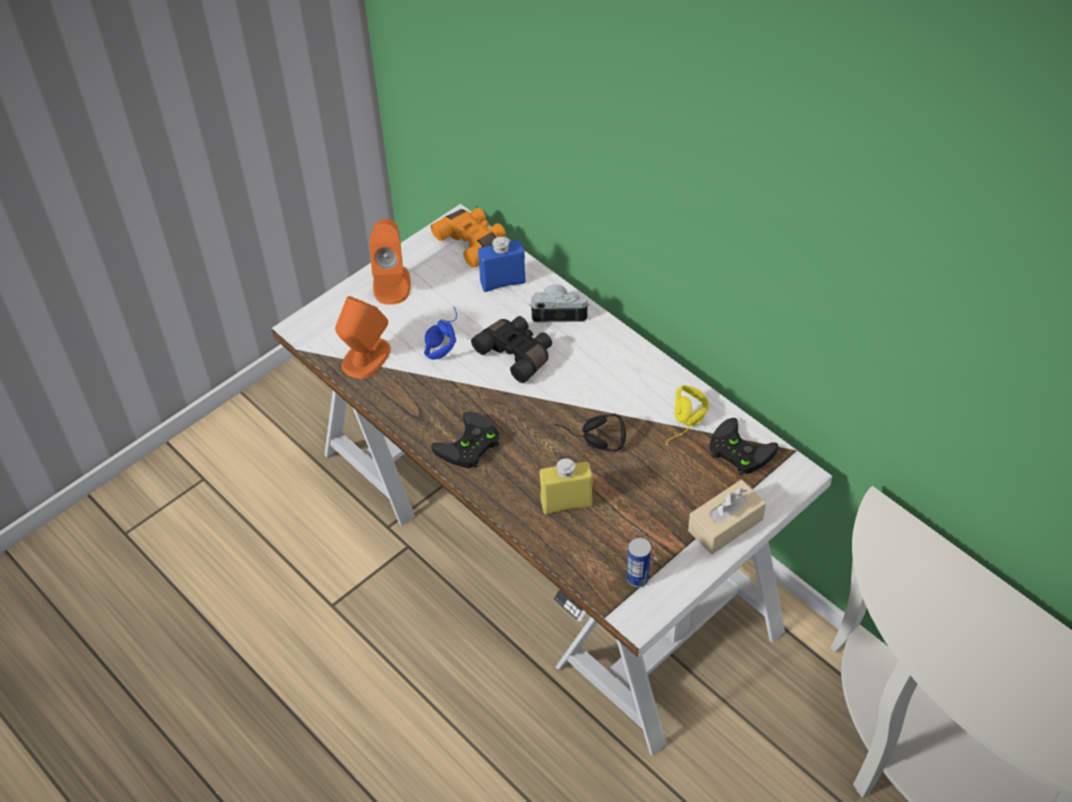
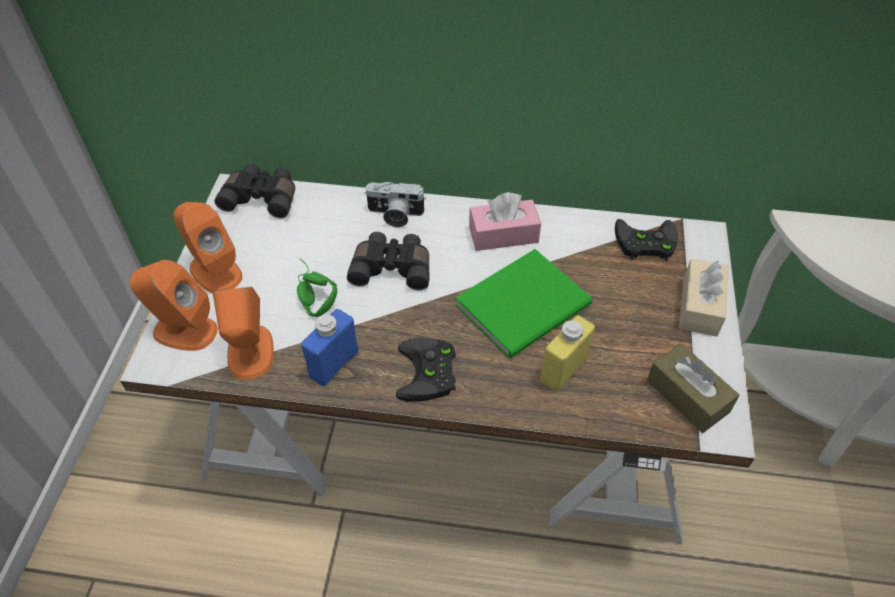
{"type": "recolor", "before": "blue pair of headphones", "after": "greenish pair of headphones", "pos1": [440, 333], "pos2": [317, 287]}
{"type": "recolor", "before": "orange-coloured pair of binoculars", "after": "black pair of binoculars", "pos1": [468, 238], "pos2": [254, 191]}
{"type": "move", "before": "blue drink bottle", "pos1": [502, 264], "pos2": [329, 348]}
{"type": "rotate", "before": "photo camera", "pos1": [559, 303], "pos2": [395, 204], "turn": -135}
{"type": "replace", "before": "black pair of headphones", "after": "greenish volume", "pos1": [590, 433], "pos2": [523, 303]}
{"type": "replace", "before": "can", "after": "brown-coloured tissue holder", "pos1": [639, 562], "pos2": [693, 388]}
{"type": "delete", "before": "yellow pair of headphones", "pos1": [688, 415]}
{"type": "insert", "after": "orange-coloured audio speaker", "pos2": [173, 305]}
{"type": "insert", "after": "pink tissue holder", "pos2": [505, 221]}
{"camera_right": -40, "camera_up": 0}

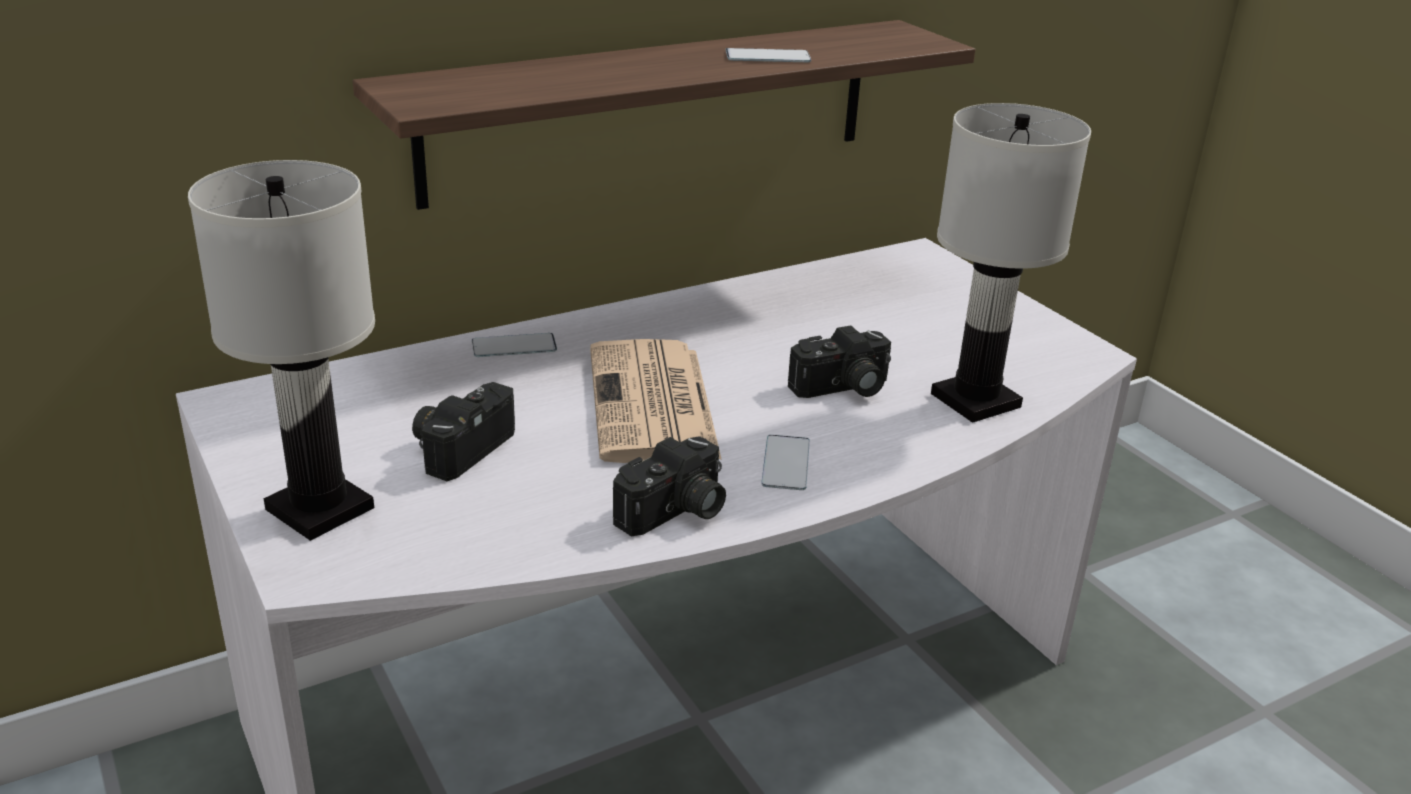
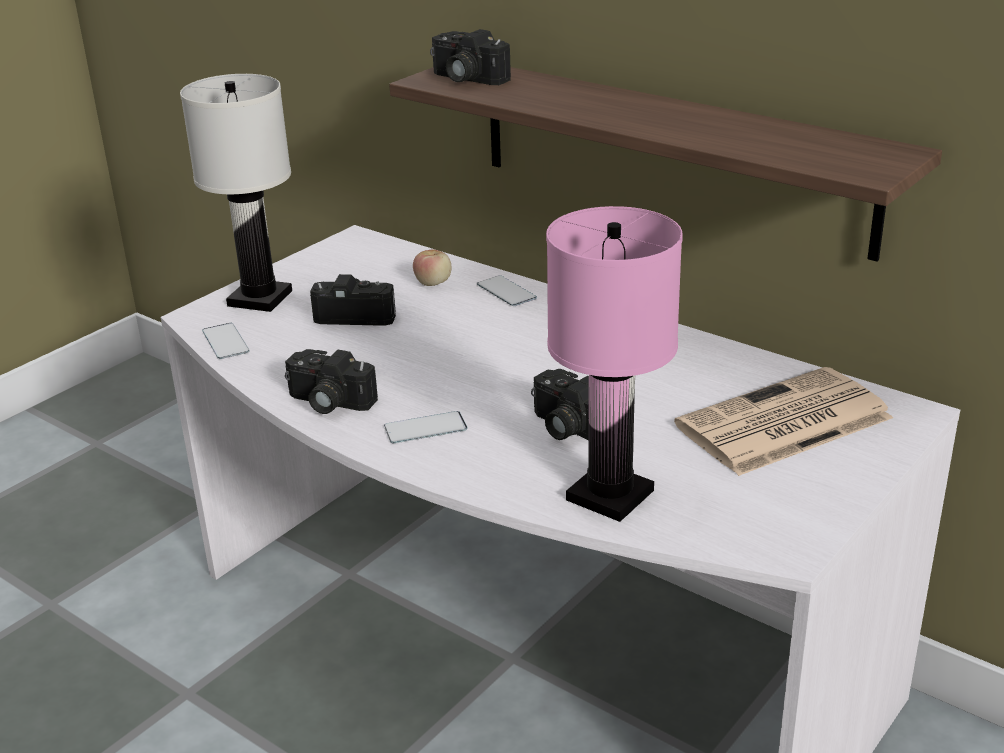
{"type": "move", "before": "newspaper", "pos1": [656, 401], "pos2": [783, 421]}
{"type": "move", "before": "telephone", "pos1": [768, 55], "pos2": [226, 341]}
{"type": "recolor", "before": "white-coloured lamp for a table", "after": "pink lamp for a table", "pos1": [1011, 263], "pos2": [614, 364]}
{"type": "insert", "after": "whole apple", "pos2": [432, 267]}
{"type": "insert", "after": "photo camera", "pos2": [470, 57]}
{"camera_right": 70, "camera_up": 0}

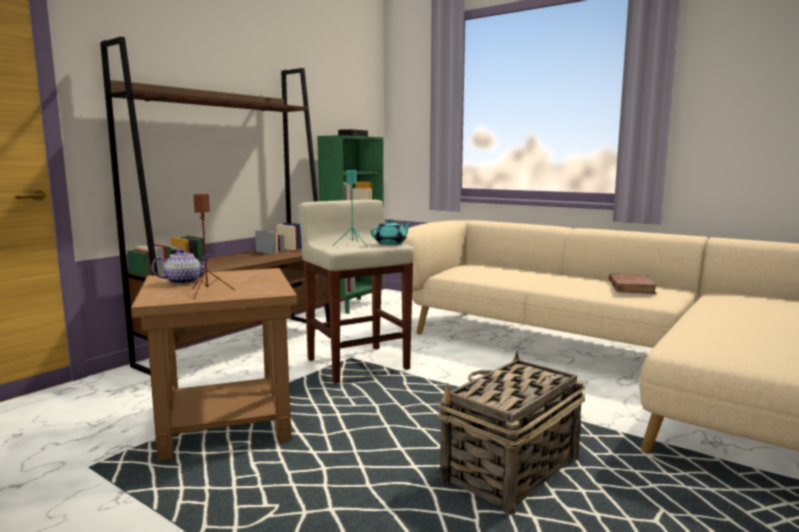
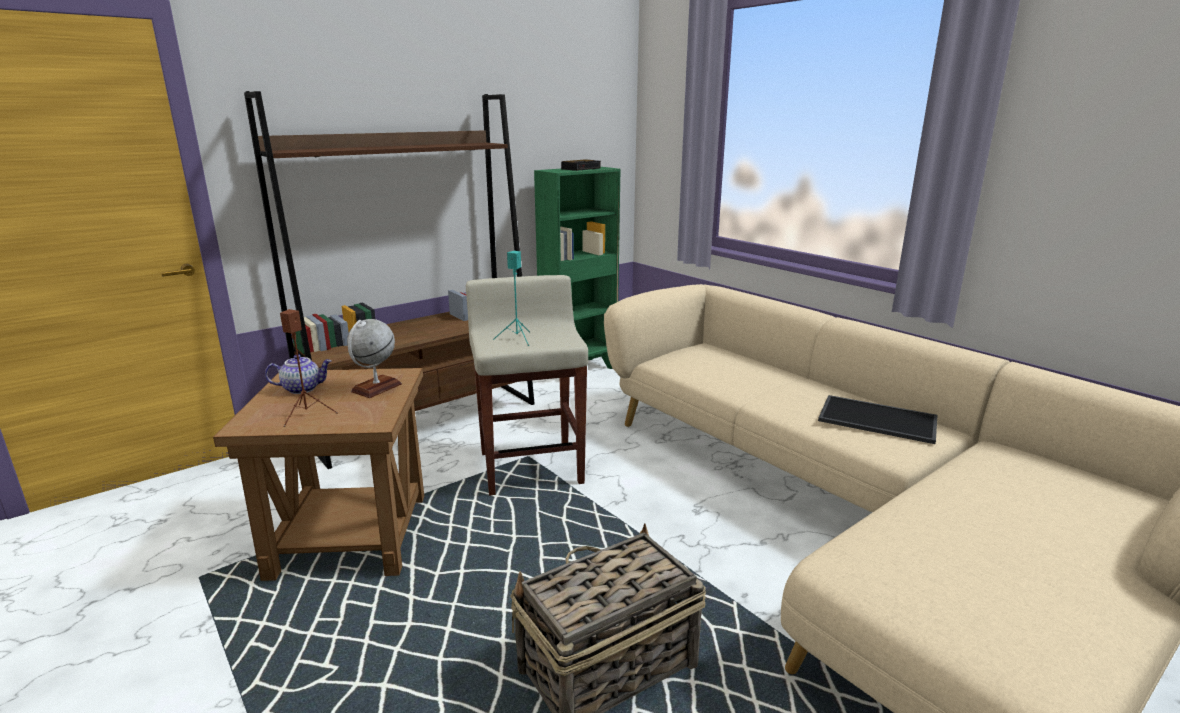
{"type": "delete", "before": "blue-green teapot", "pos1": [391, 232]}
{"type": "replace", "before": "brown-coloured volume", "after": "tray", "pos1": [633, 283], "pos2": [877, 419]}
{"type": "insert", "after": "world globe", "pos2": [374, 358]}
{"camera_right": 15, "camera_up": 10}

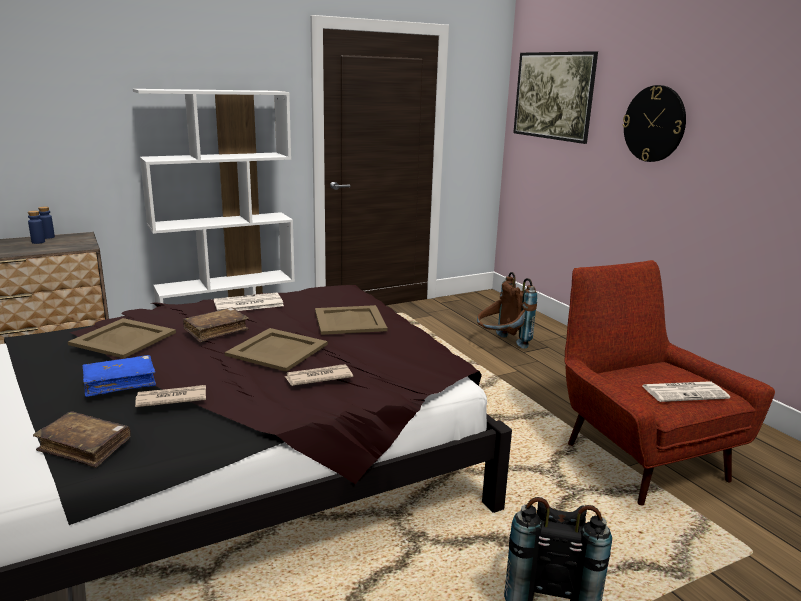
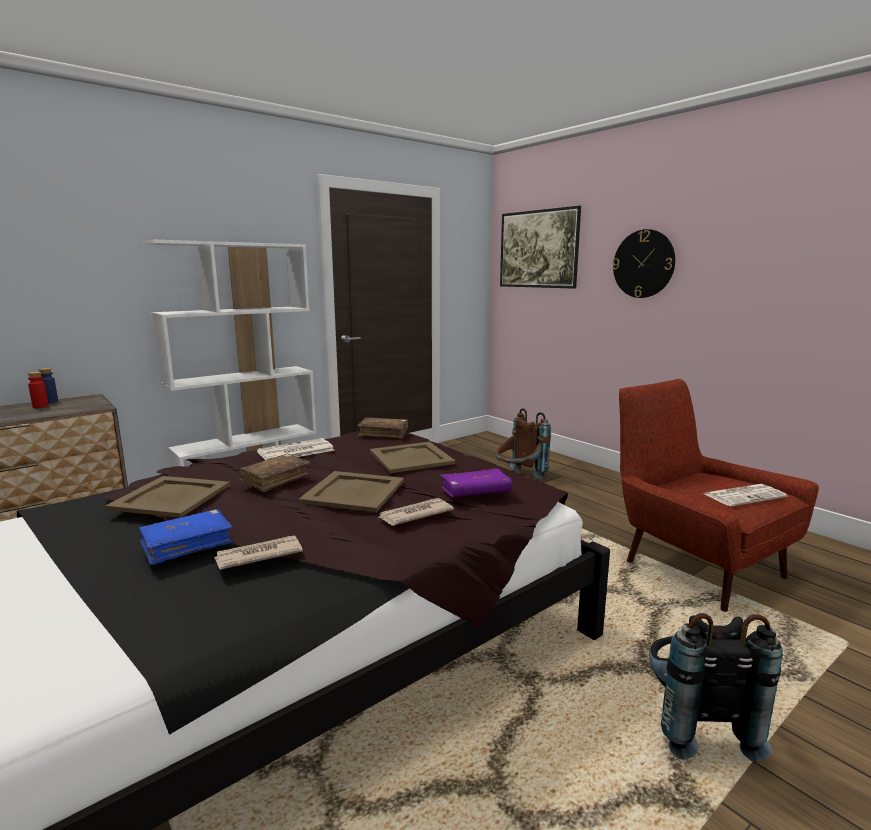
{"type": "recolor", "before": "blue drink bottle", "after": "red-coloured drink bottle", "pos1": [36, 227], "pos2": [38, 390]}
{"type": "move", "before": "brown-coloured volume", "pos1": [82, 439], "pos2": [382, 428]}
{"type": "insert", "after": "purple-coloured volume", "pos2": [476, 482]}
{"camera_right": -10, "camera_up": -5}

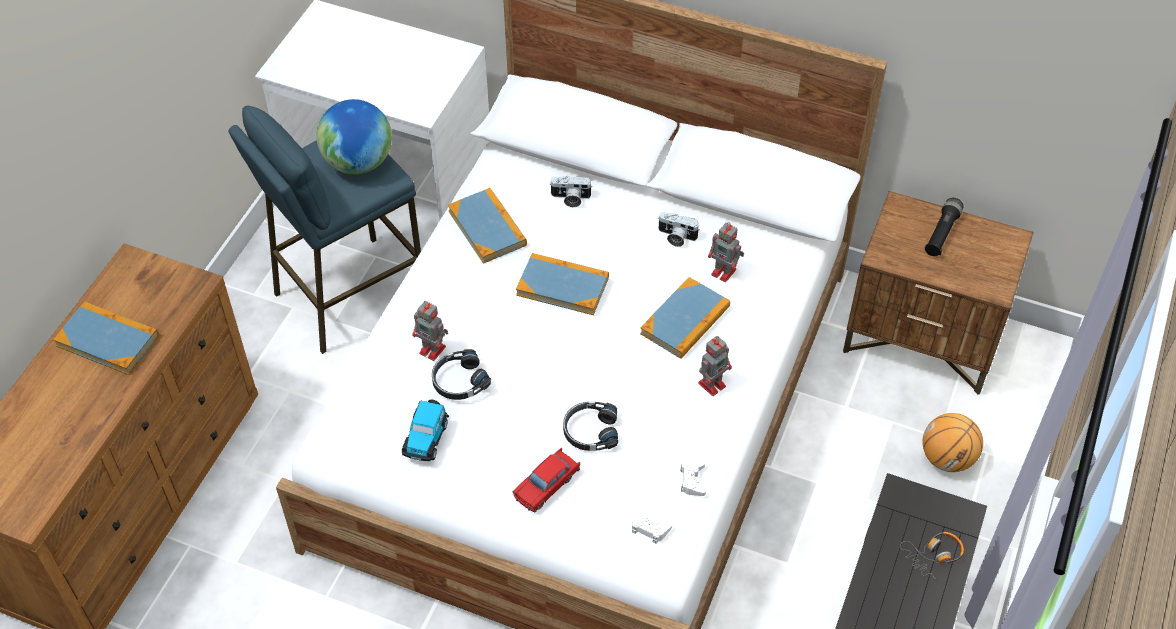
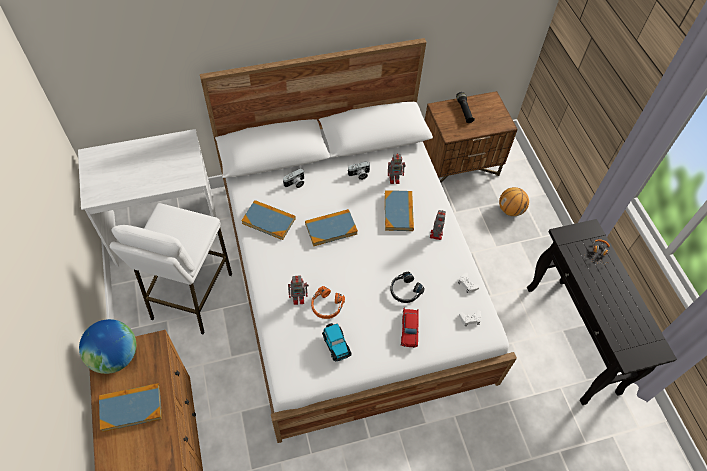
{"type": "recolor", "before": "blue stool seat", "after": "white-coloured stool seat", "pos1": [325, 230], "pos2": [171, 269]}
{"type": "move", "before": "world globe", "pos1": [354, 136], "pos2": [107, 346]}
{"type": "recolor", "before": "black pair of headphones", "after": "orange-coloured pair of headphones", "pos1": [461, 374], "pos2": [328, 302]}
{"camera_right": -40, "camera_up": 5}

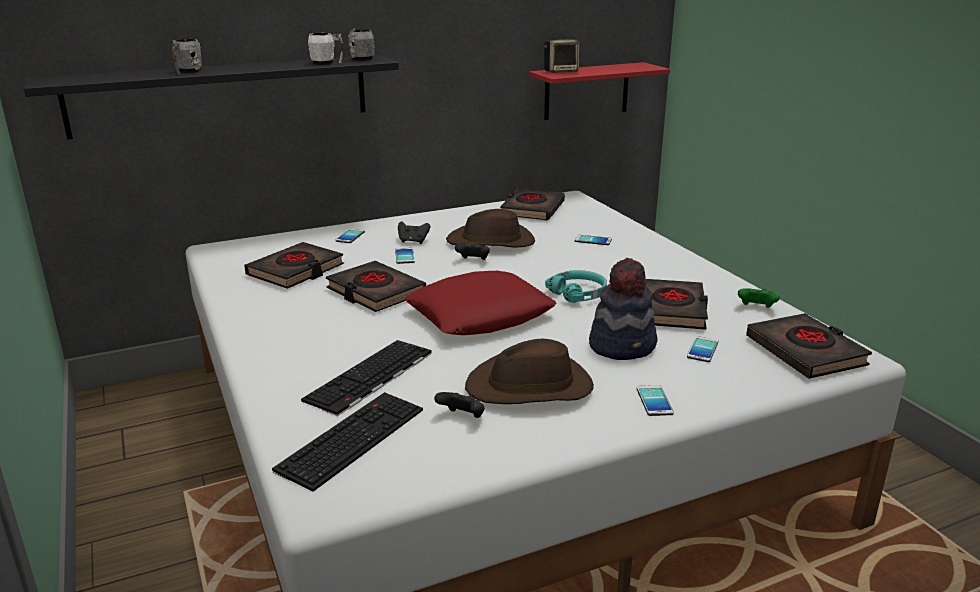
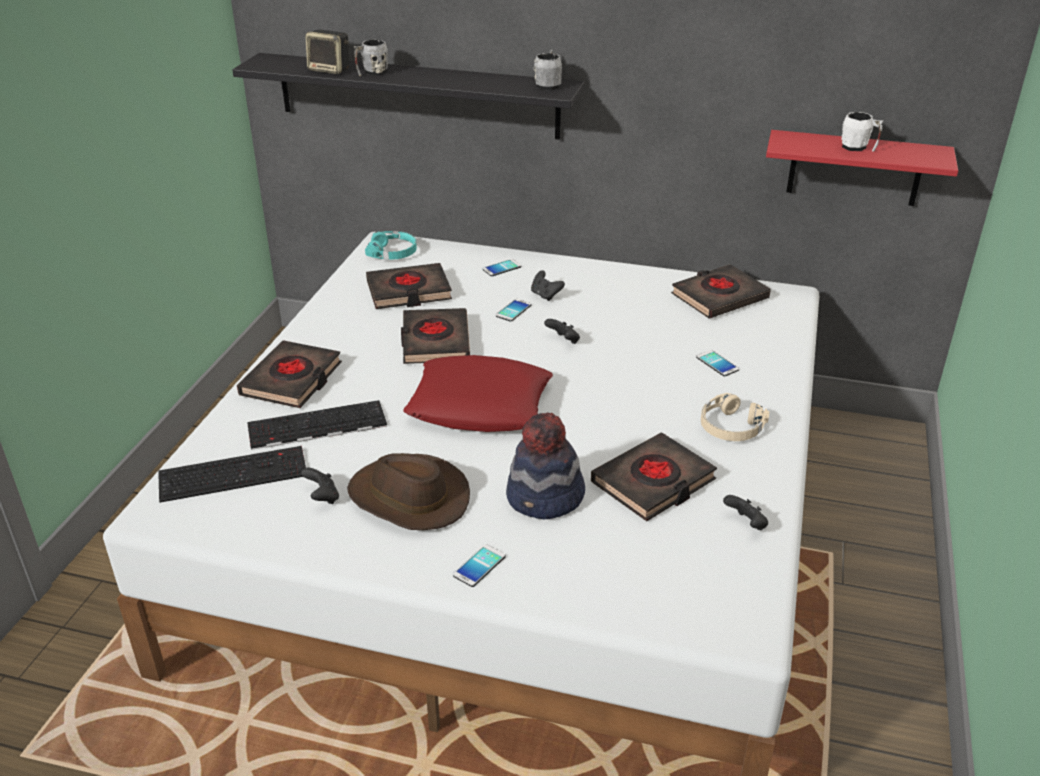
{"type": "move", "before": "white-coloured mug", "pos1": [325, 49], "pos2": [862, 132]}
{"type": "delete", "before": "brown-coloured wearable hat", "pos1": [490, 228]}
{"type": "move", "before": "audio speaker", "pos1": [561, 56], "pos2": [327, 52]}
{"type": "move", "before": "blue-green pair of headphones", "pos1": [576, 286], "pos2": [391, 245]}
{"type": "delete", "before": "telephone", "pos1": [702, 349]}
{"type": "recolor", "before": "greenish joypad", "after": "black joypad", "pos1": [759, 298], "pos2": [745, 512]}
{"type": "move", "before": "black volume", "pos1": [809, 346], "pos2": [289, 374]}
{"type": "insert", "after": "sand-coloured pair of headphones", "pos2": [735, 417]}
{"camera_right": 40, "camera_up": 10}

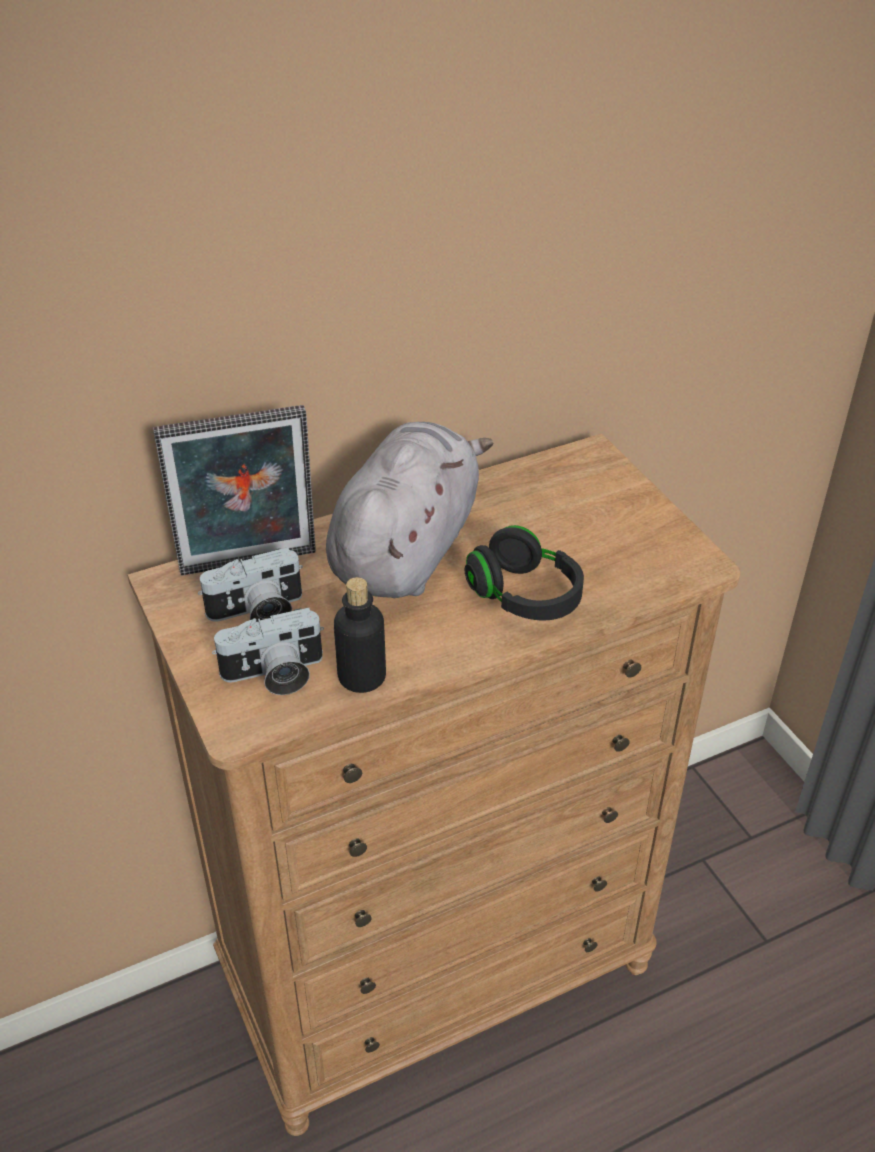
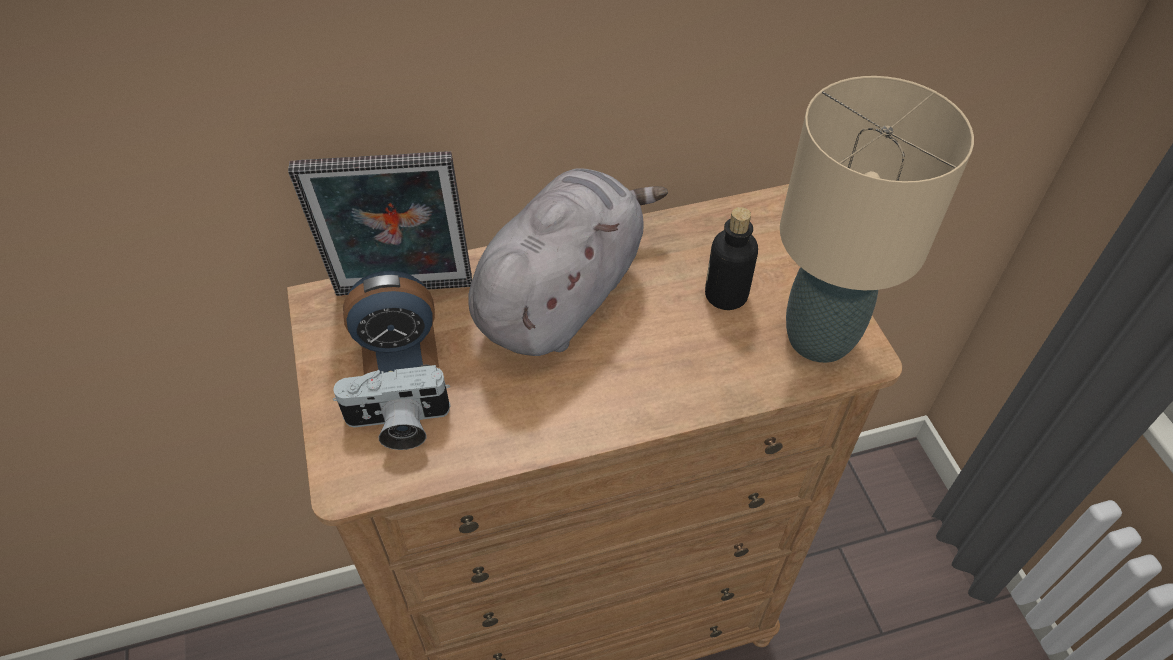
{"type": "replace", "before": "photo camera", "after": "alarm clock", "pos1": [250, 584], "pos2": [391, 323]}
{"type": "move", "before": "drink bottle", "pos1": [360, 635], "pos2": [731, 258]}
{"type": "delete", "before": "black pair of headphones", "pos1": [524, 572]}
{"type": "insert", "after": "sand-coloured lamp for a table", "pos2": [877, 219]}
{"camera_right": 10, "camera_up": 10}

